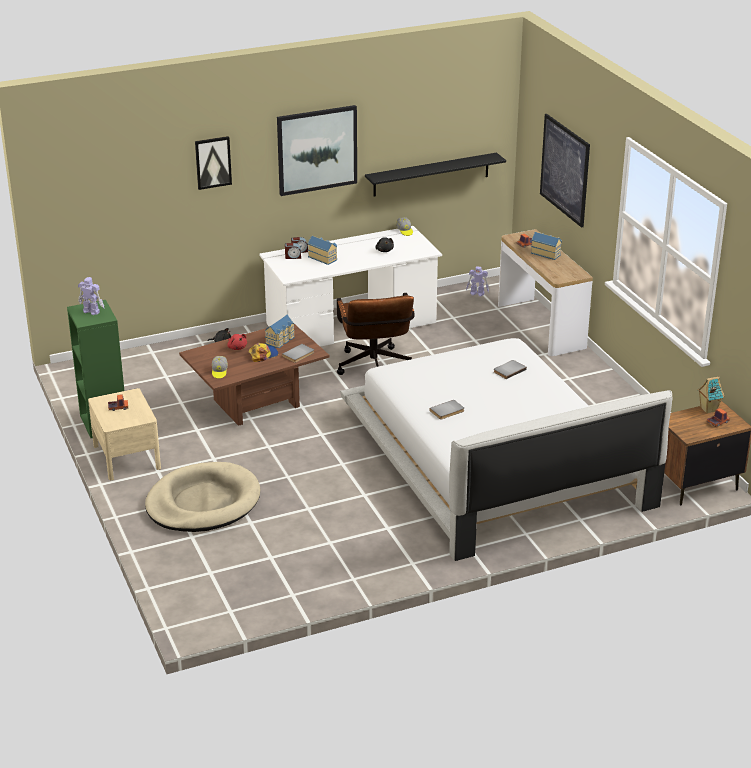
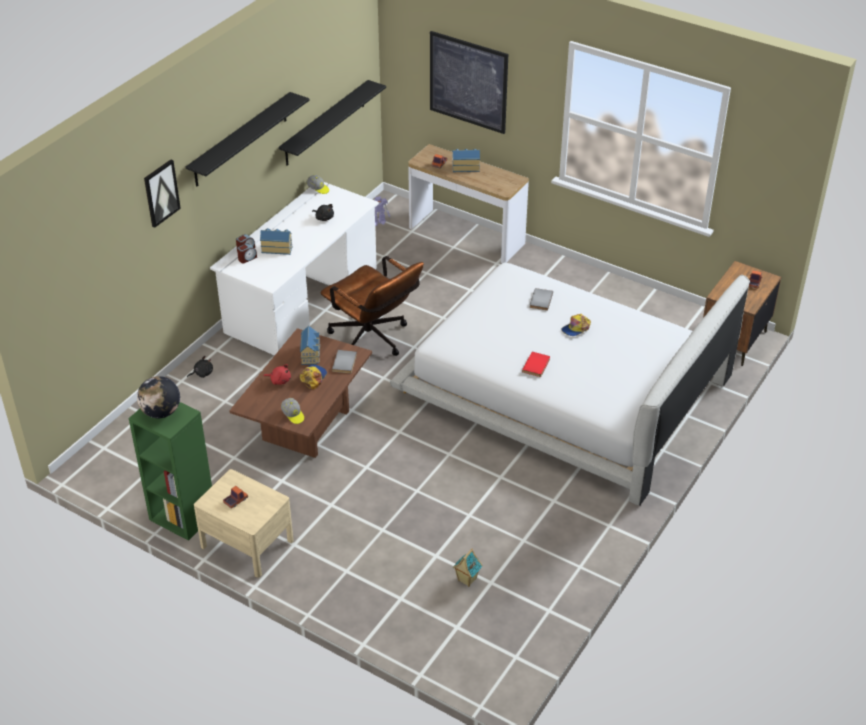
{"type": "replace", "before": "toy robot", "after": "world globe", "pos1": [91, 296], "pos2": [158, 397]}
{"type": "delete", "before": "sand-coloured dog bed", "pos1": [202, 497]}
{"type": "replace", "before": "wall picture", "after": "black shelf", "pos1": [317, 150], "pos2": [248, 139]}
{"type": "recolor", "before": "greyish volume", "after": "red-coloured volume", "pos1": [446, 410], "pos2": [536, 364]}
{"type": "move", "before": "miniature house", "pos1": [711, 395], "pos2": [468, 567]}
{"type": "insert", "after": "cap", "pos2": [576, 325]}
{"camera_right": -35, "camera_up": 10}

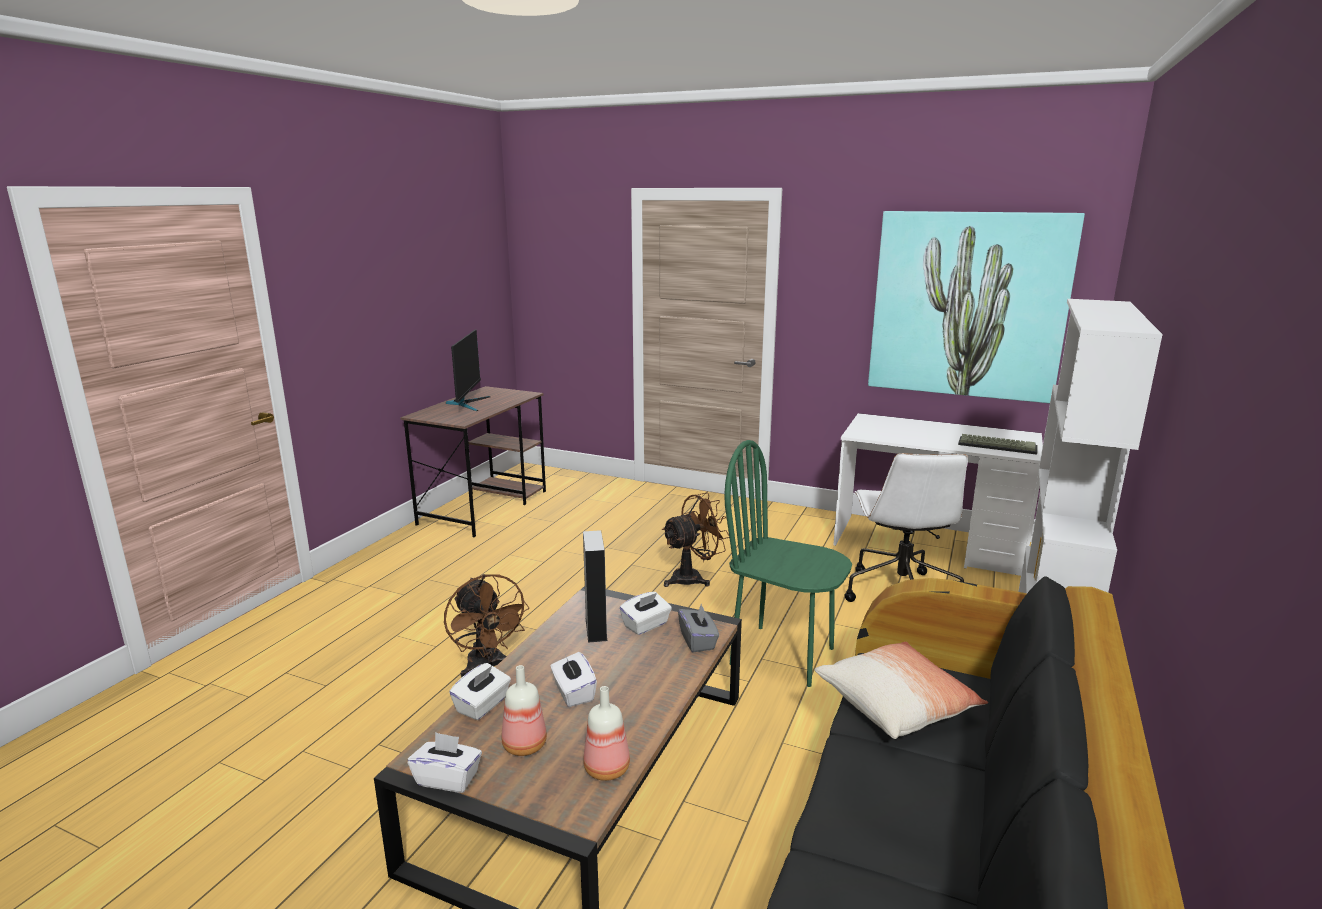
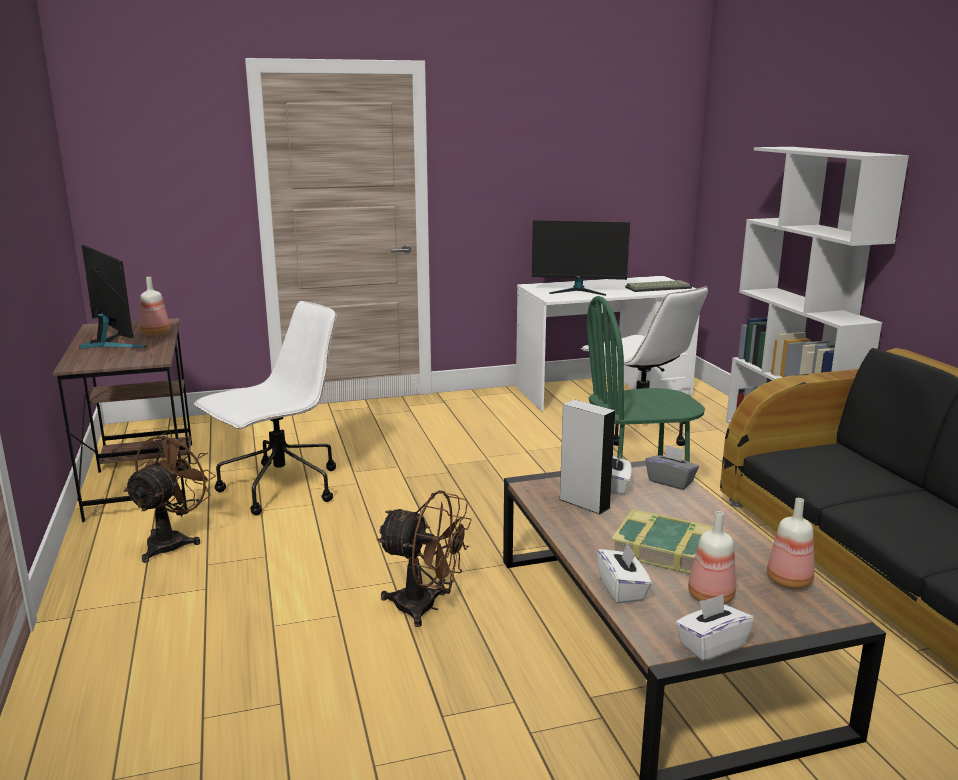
{"type": "replace", "before": "white-coloured tissue holder", "after": "volume", "pos1": [573, 679], "pos2": [662, 542]}
{"type": "move", "before": "brown-coloured electric fan", "pos1": [695, 540], "pos2": [170, 497]}
{"type": "delete", "before": "cushion", "pos1": [901, 690]}
{"type": "delete", "before": "wall picture", "pos1": [976, 307]}
{"type": "insert", "after": "drink bottle", "pos2": [155, 306]}
{"type": "insert", "after": "white-coloured computer chair", "pos2": [265, 408]}
{"type": "insert", "after": "computer display", "pos2": [581, 258]}
{"camera_right": -40, "camera_up": 0}

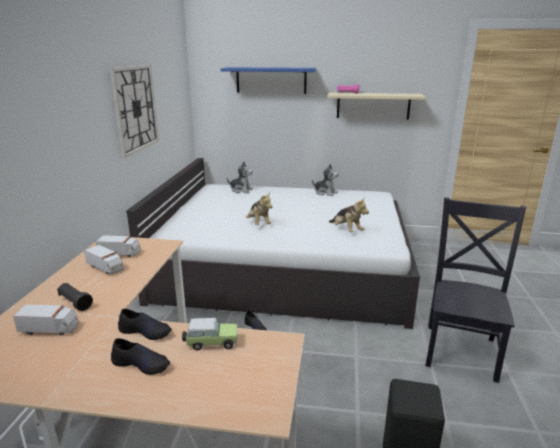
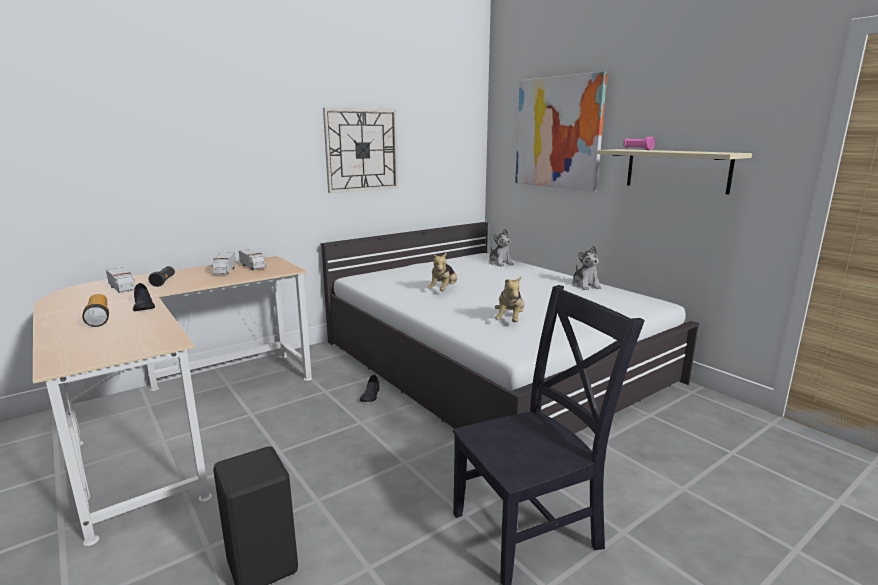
{"type": "replace", "before": "black shoe", "after": "hand torch", "pos1": [140, 356], "pos2": [95, 310]}
{"type": "delete", "before": "model car", "pos1": [210, 334]}
{"type": "replace", "before": "blue shelf", "after": "wall picture", "pos1": [268, 80], "pos2": [561, 131]}
{"camera_right": 45, "camera_up": -5}

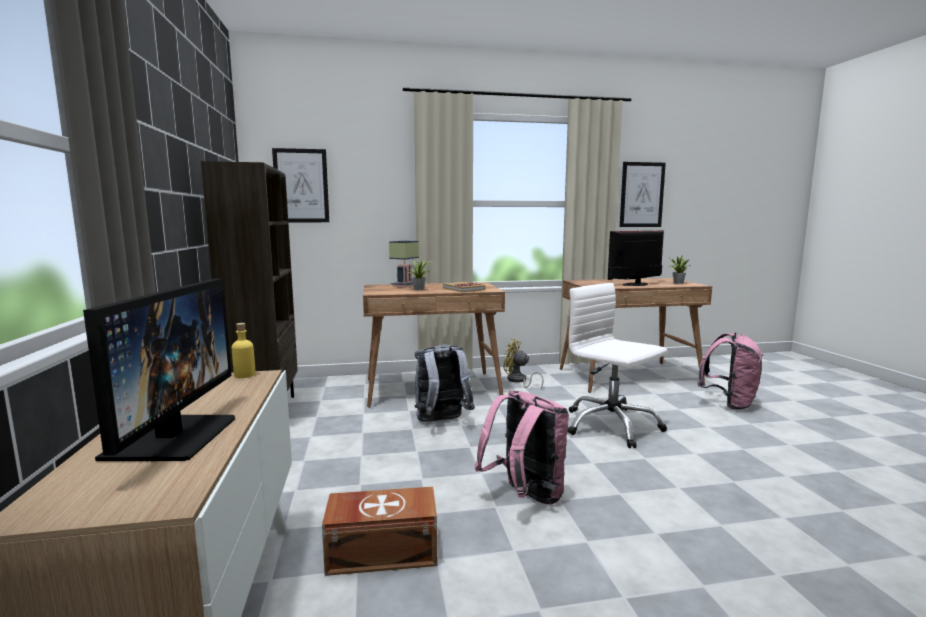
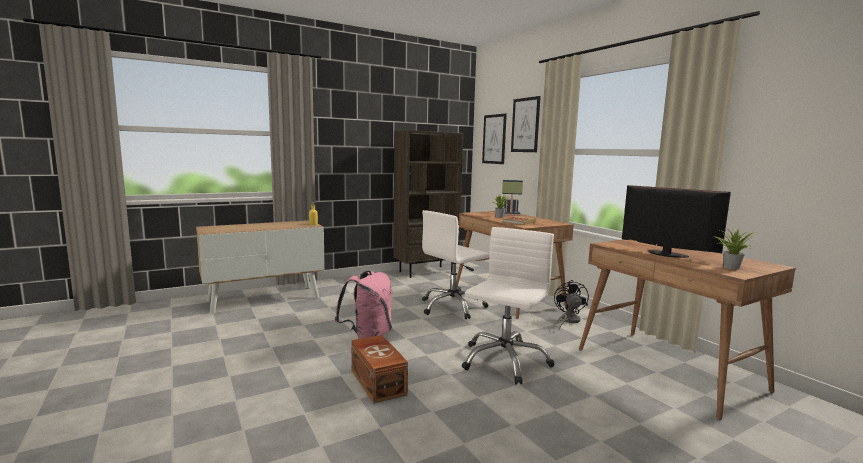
{"type": "delete", "before": "computer display", "pos1": [159, 369]}
{"type": "move", "before": "brown-coloured storage container", "pos1": [379, 531], "pos2": [379, 369]}
{"type": "replace", "before": "greyish knapsack", "after": "white-coloured computer chair", "pos1": [444, 383], "pos2": [455, 264]}
{"type": "recolor", "before": "yellow electric fan", "after": "black electric fan", "pos1": [524, 364], "pos2": [571, 304]}
{"type": "move", "before": "wall picture", "pos1": [643, 194], "pos2": [526, 124]}
{"type": "delete", "before": "pink knapsack", "pos1": [730, 371]}
{"camera_right": 70, "camera_up": 0}

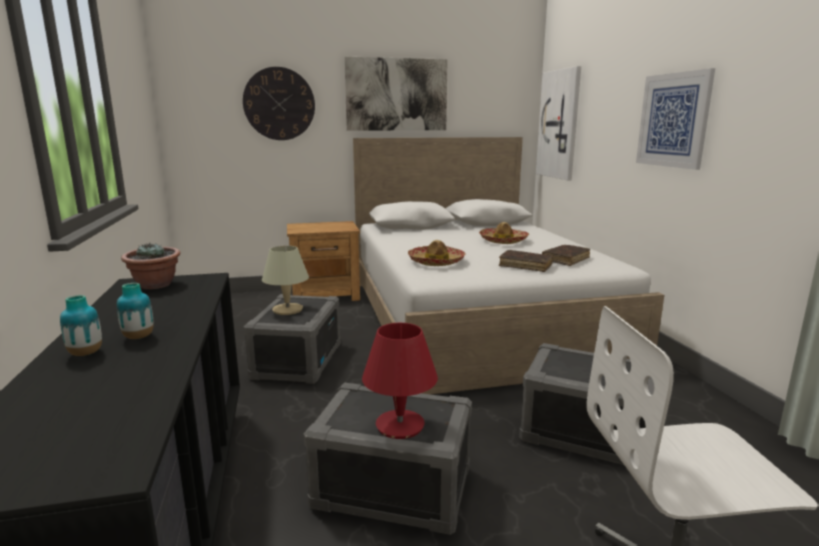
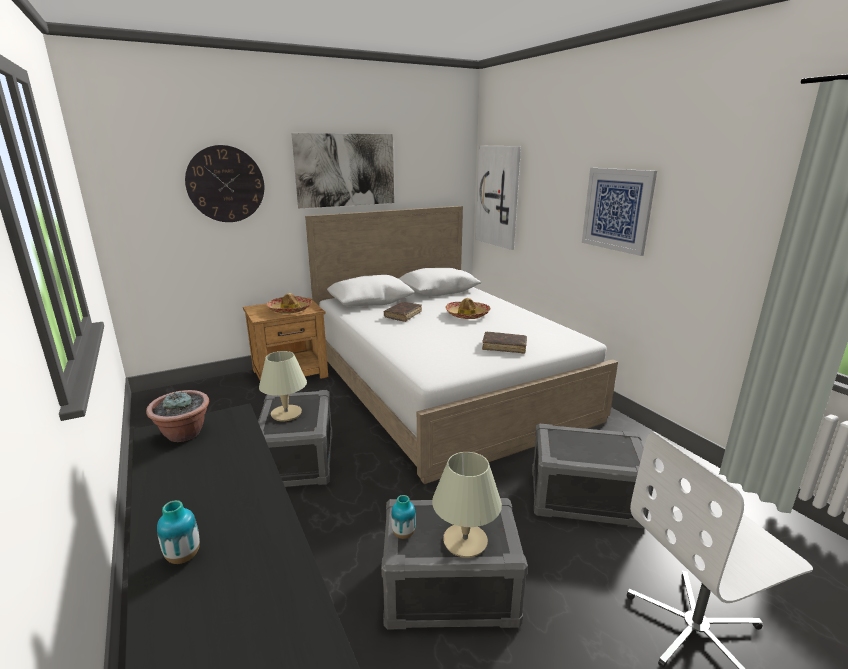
{"type": "move", "before": "flower vase", "pos1": [135, 311], "pos2": [403, 517]}
{"type": "recolor", "before": "red-coloured lamp for a table", "after": "sand-coloured lamp for a table", "pos1": [400, 381], "pos2": [467, 505]}
{"type": "move", "before": "wearable hat", "pos1": [437, 253], "pos2": [289, 303]}
{"type": "move", "before": "brown-coloured volume", "pos1": [566, 255], "pos2": [403, 312]}
{"camera_right": -15, "camera_up": 5}

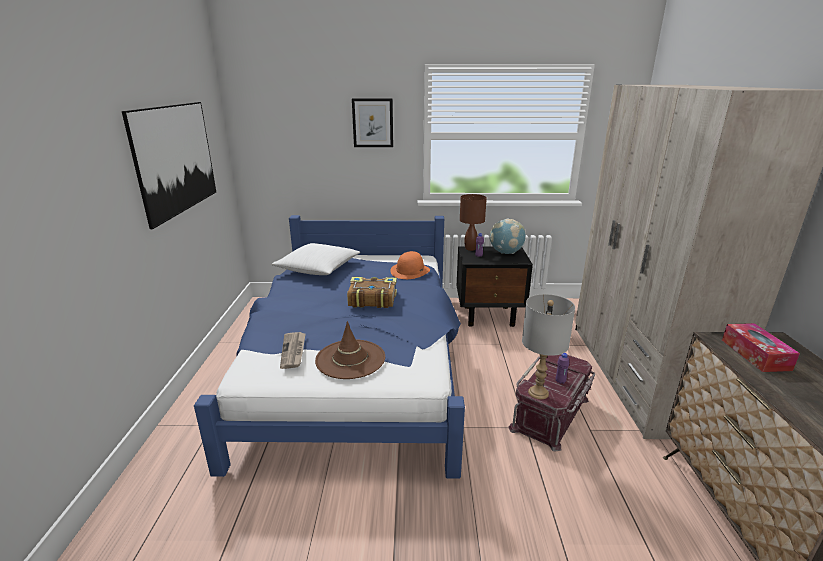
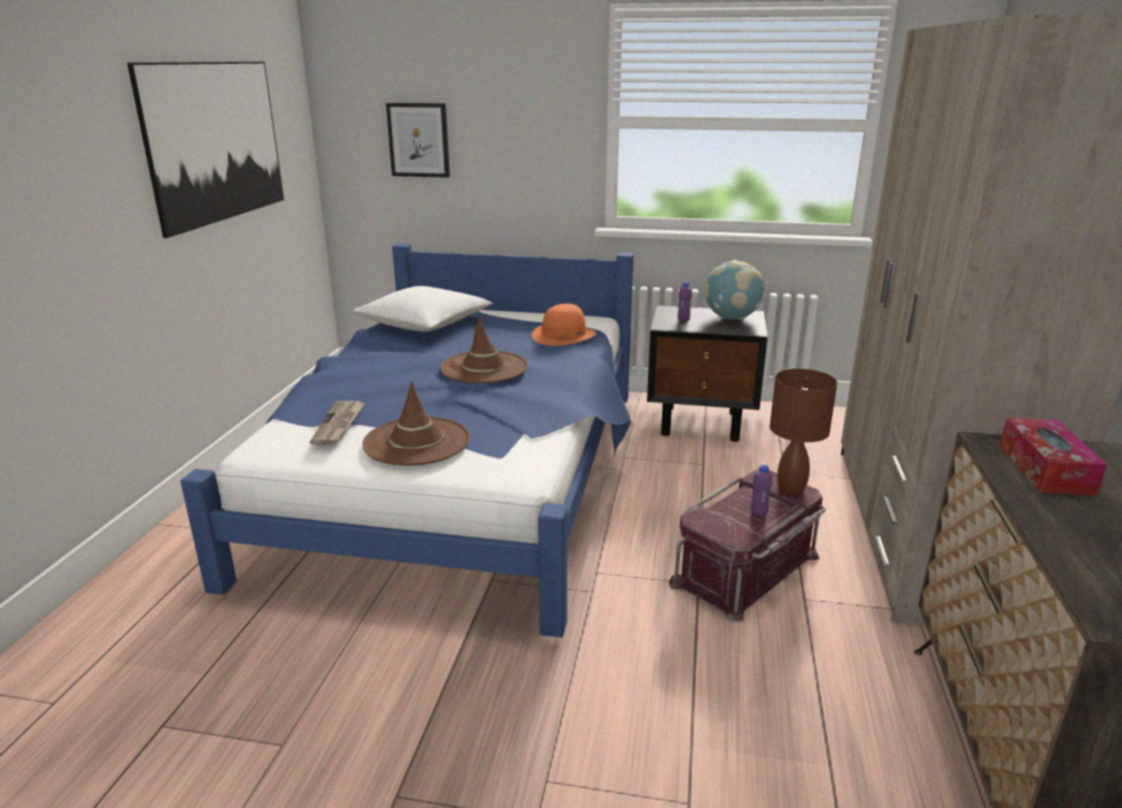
{"type": "replace", "before": "volume", "after": "brown-coloured wearable hat", "pos1": [372, 292], "pos2": [484, 350]}
{"type": "move", "before": "wall picture", "pos1": [372, 122], "pos2": [418, 140]}
{"type": "move", "before": "brown-coloured lamp for a table", "pos1": [473, 222], "pos2": [803, 432]}
{"type": "delete", "before": "greyish lamp for a table", "pos1": [548, 346]}
{"camera_right": 10, "camera_up": 0}

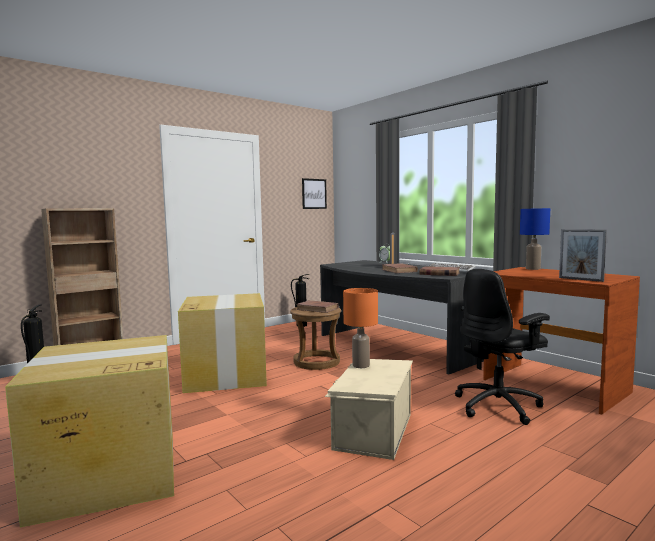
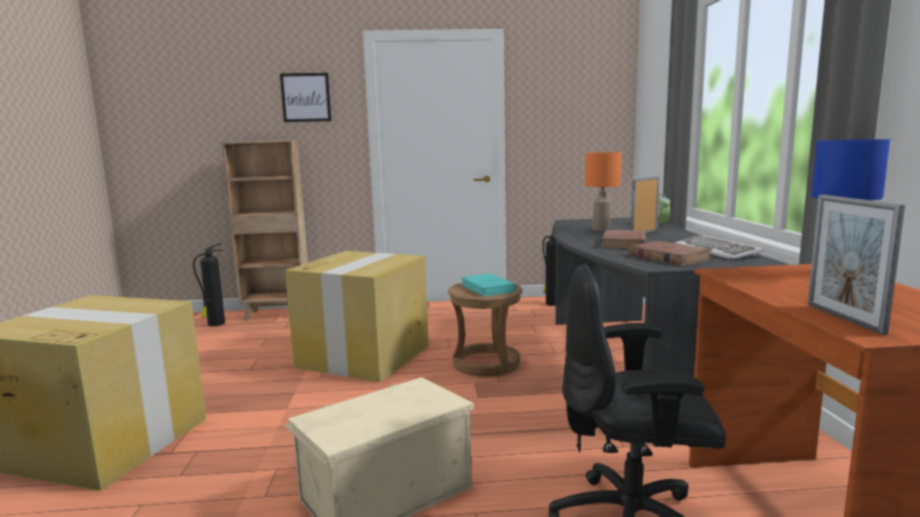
{"type": "recolor", "before": "brown-coloured volume", "after": "blue-green volume", "pos1": [317, 306], "pos2": [488, 285]}
{"type": "move", "before": "wall picture", "pos1": [314, 193], "pos2": [305, 97]}
{"type": "move", "before": "orange-coloured lamp for a table", "pos1": [360, 328], "pos2": [603, 191]}
{"camera_right": 35, "camera_up": 5}

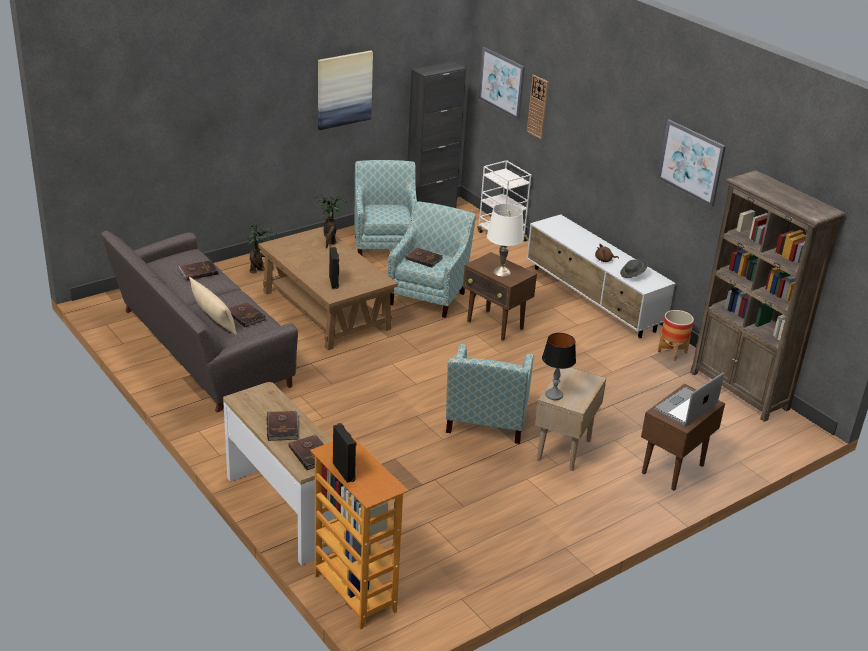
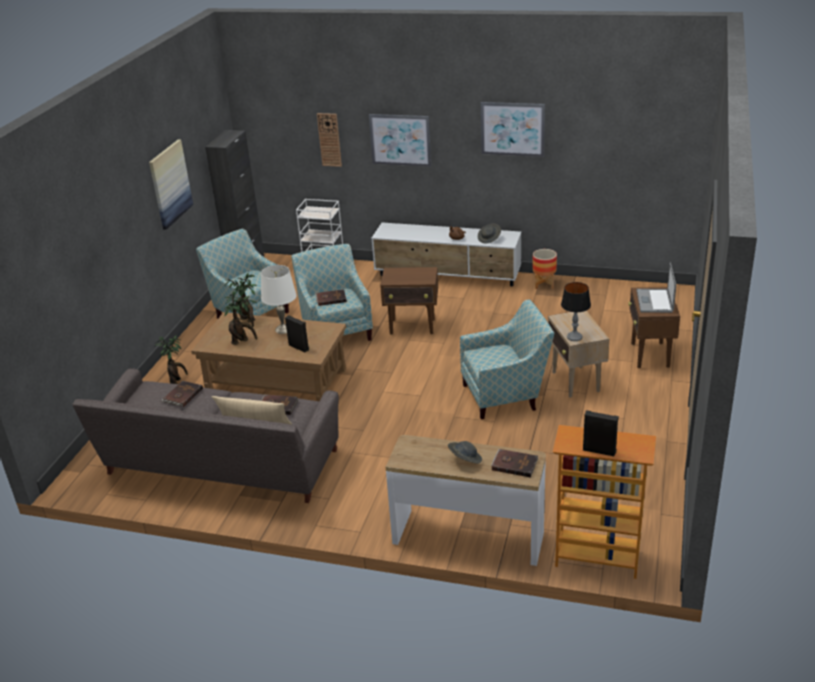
{"type": "replace", "before": "brown-coloured volume", "after": "greyish wearable hat", "pos1": [283, 426], "pos2": [465, 452]}
{"type": "rotate", "before": "lounge chair", "pos1": [490, 394], "pos2": [507, 359], "turn": -75}
{"type": "move", "before": "wall picture", "pos1": [501, 83], "pos2": [400, 140]}
{"type": "move", "before": "white-coloured lamp for a table", "pos1": [505, 240], "pos2": [279, 299]}
{"type": "delete", "before": "brown-coloured bookcase", "pos1": [767, 296]}
{"type": "insert", "after": "houseplant", "pos2": [240, 318]}
{"camera_right": -35, "camera_up": 0}

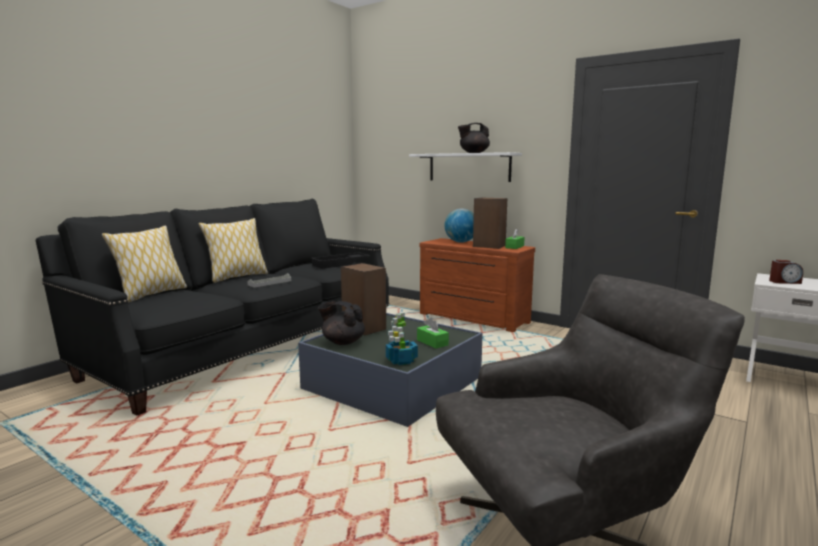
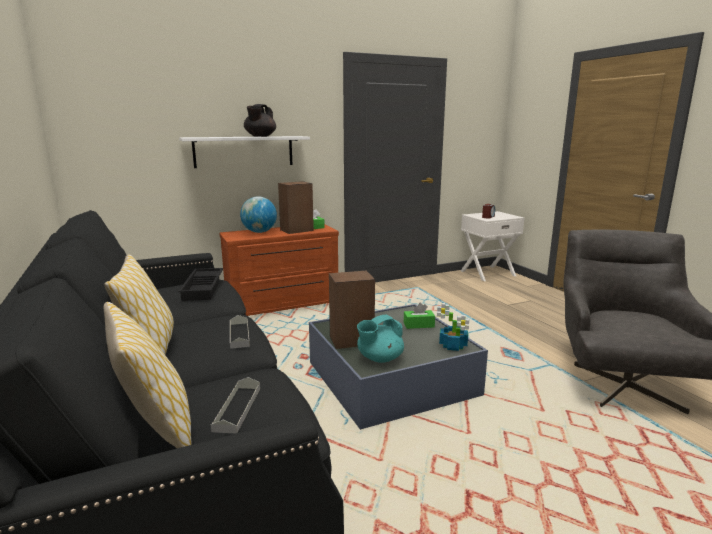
{"type": "recolor", "before": "black teapot", "after": "blue-green teapot", "pos1": [341, 323], "pos2": [380, 338]}
{"type": "insert", "after": "greyish tray", "pos2": [235, 405]}
{"camera_right": -60, "camera_up": 5}

